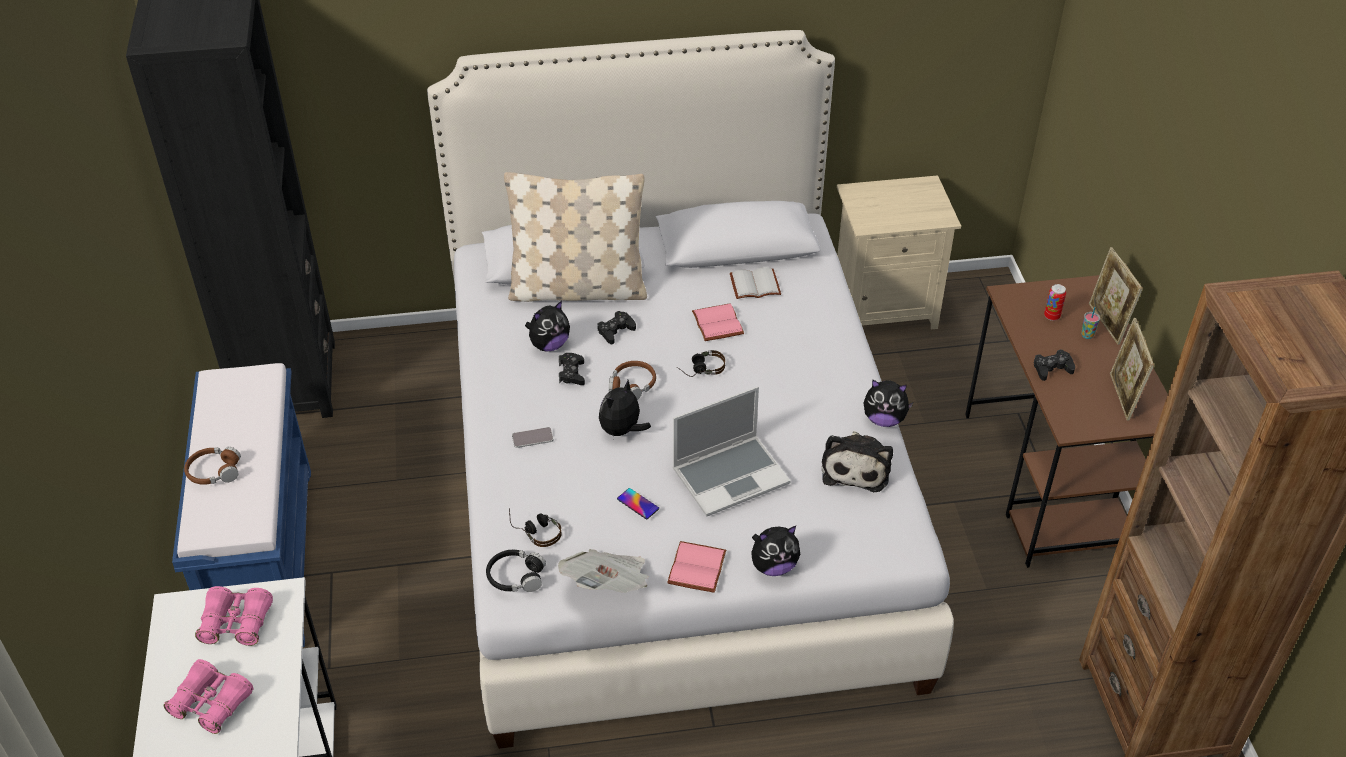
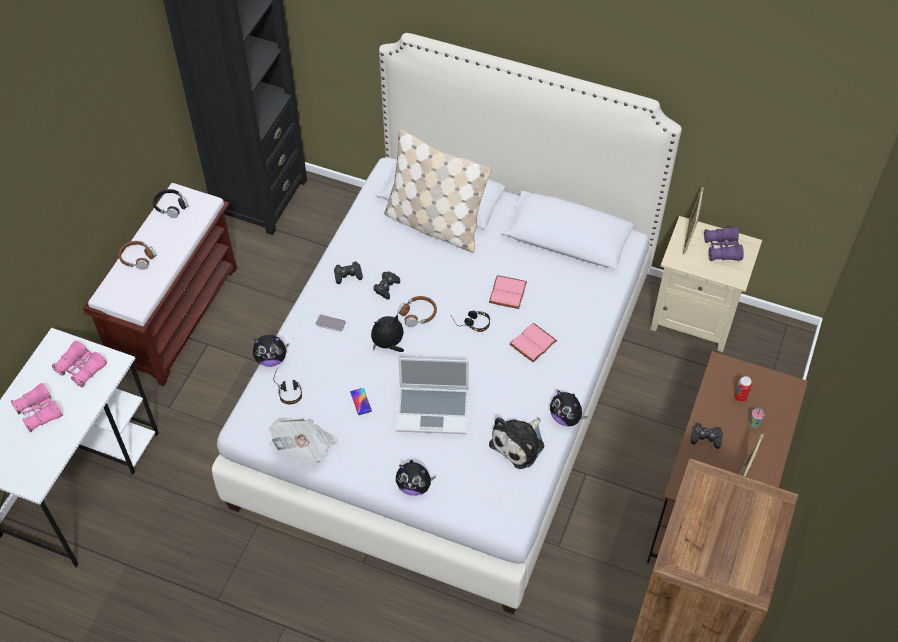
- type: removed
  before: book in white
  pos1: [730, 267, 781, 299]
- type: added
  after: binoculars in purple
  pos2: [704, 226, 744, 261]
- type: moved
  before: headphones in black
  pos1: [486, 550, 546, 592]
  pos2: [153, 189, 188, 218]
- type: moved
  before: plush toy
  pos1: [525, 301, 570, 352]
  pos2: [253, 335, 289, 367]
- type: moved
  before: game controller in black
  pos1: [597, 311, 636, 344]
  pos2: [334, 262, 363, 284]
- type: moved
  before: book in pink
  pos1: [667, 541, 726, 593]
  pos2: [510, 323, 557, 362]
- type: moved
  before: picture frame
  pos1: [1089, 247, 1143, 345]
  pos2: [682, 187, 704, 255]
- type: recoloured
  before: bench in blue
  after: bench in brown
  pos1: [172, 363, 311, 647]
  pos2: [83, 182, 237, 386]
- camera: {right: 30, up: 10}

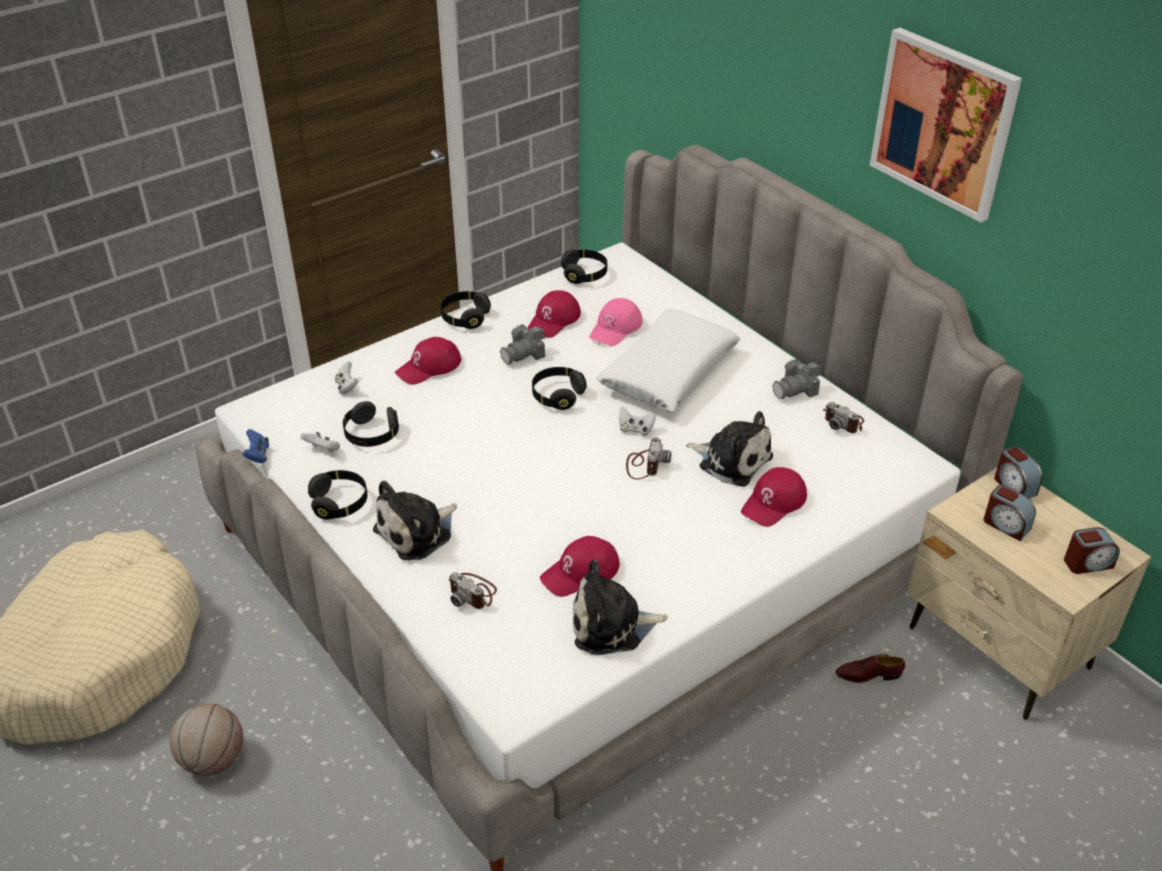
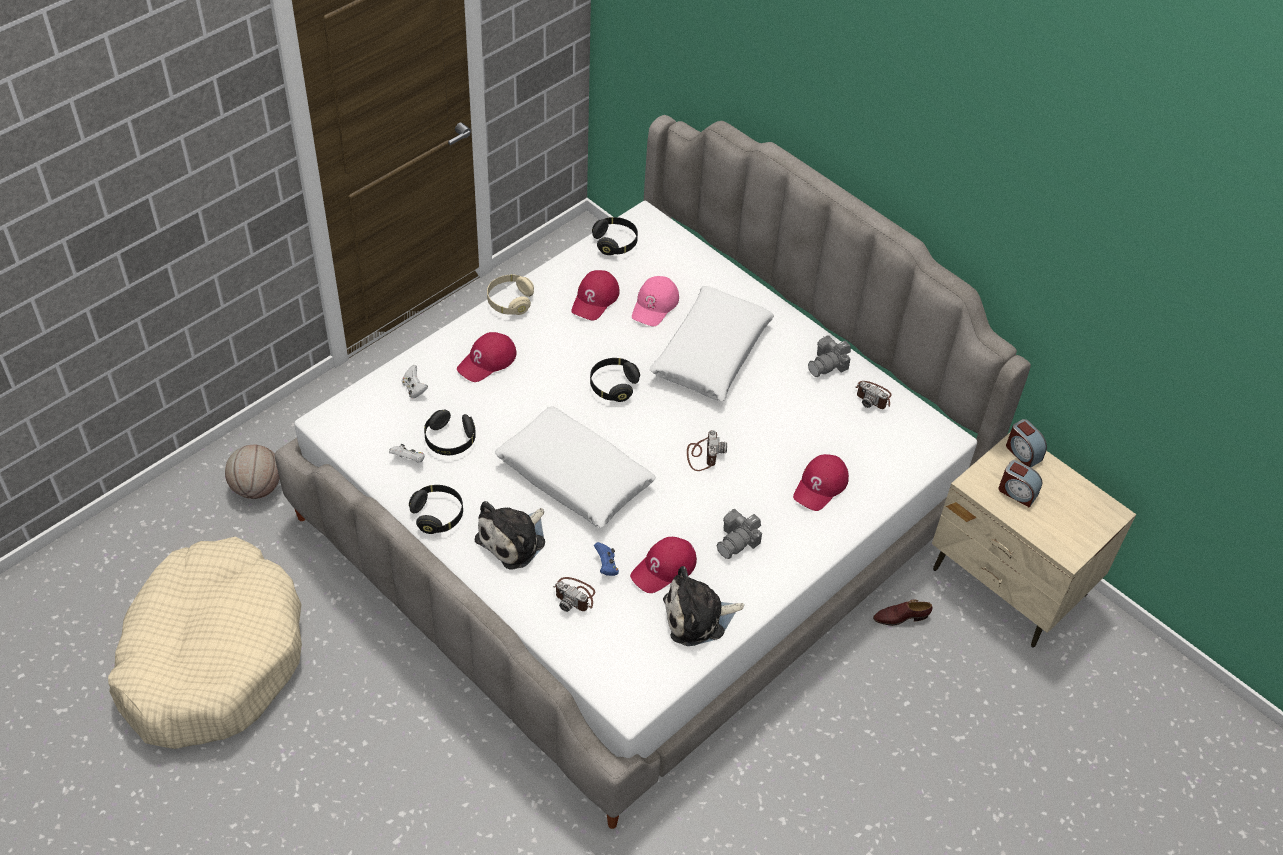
- type: removed
  before: game controller in white
  pos1: [619, 407, 656, 436]
- type: removed
  before: plush toy
  pos1: [686, 411, 773, 487]
- type: removed
  before: picture
  pos1: [870, 28, 1022, 222]
- type: removed
  before: alarm clock
  pos1: [1064, 527, 1120, 574]
- type: added
  after: pillow in white
  pos2: [495, 406, 656, 528]
- type: moved
  before: basketball
  pos1: [170, 704, 243, 776]
  pos2: [225, 444, 280, 499]
- type: moved
  before: game controller in blue
  pos1: [242, 429, 269, 463]
  pos2: [594, 542, 619, 576]
- type: moved
  before: photo camera
  pos1: [500, 324, 545, 364]
  pos2: [717, 509, 762, 559]
- type: recoloured
  before: headphones in black
  after: headphones in beige
  pos1: [441, 291, 491, 329]
  pos2: [487, 275, 534, 315]
- camera: {right: -10, up: 10}

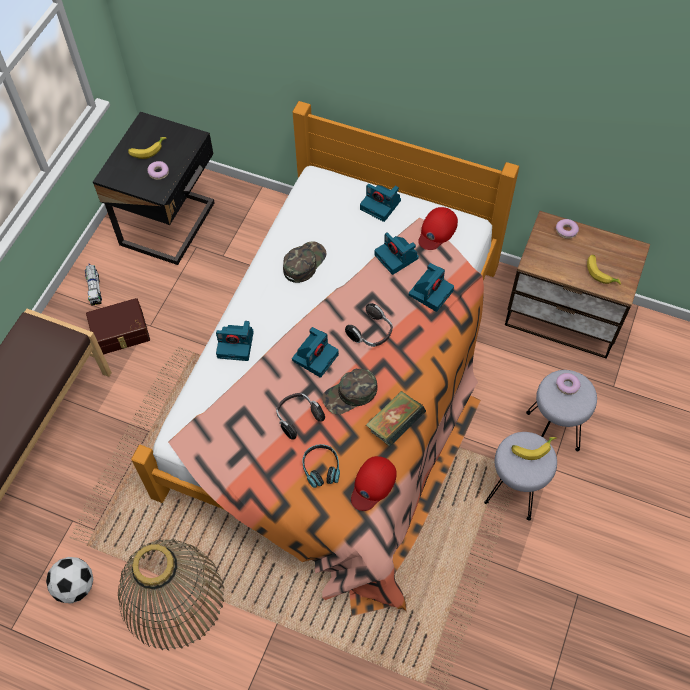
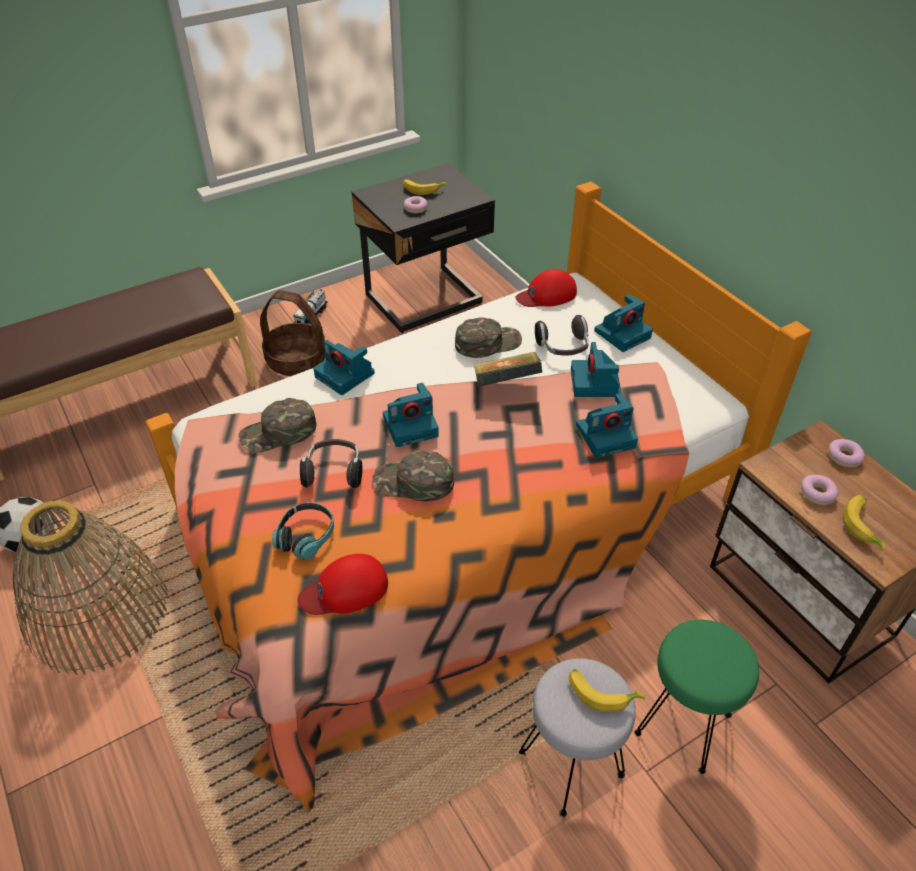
- type: added
  after: cap in green
  pos2: [239, 398, 316, 453]
- type: moved
  before: headphones
  pos1: [345, 303, 393, 347]
  pos2: [535, 315, 589, 355]
- type: moved
  before: book
  pos1: [366, 391, 426, 447]
  pos2: [474, 352, 542, 387]
- type: moved
  before: cap in red
  pos1: [418, 207, 458, 250]
  pos2: [515, 269, 577, 307]
- type: moved
  before: donut
  pos1: [556, 373, 580, 395]
  pos2: [801, 475, 839, 505]
- type: replaced
  before: storage box in brown
  after: basket
  pos1: [86, 298, 150, 355]
  pos2: [260, 290, 325, 376]
- type: recoloured
  before: stool in grey
  after: stool in green
  pos1: [526, 370, 597, 451]
  pos2: [635, 620, 759, 774]
- type: turned
  before: photo camera
  pos1: [360, 184, 401, 222]
  pos2: [594, 294, 653, 352]
  turn: -105
- camera: {right: 35, up: -15}

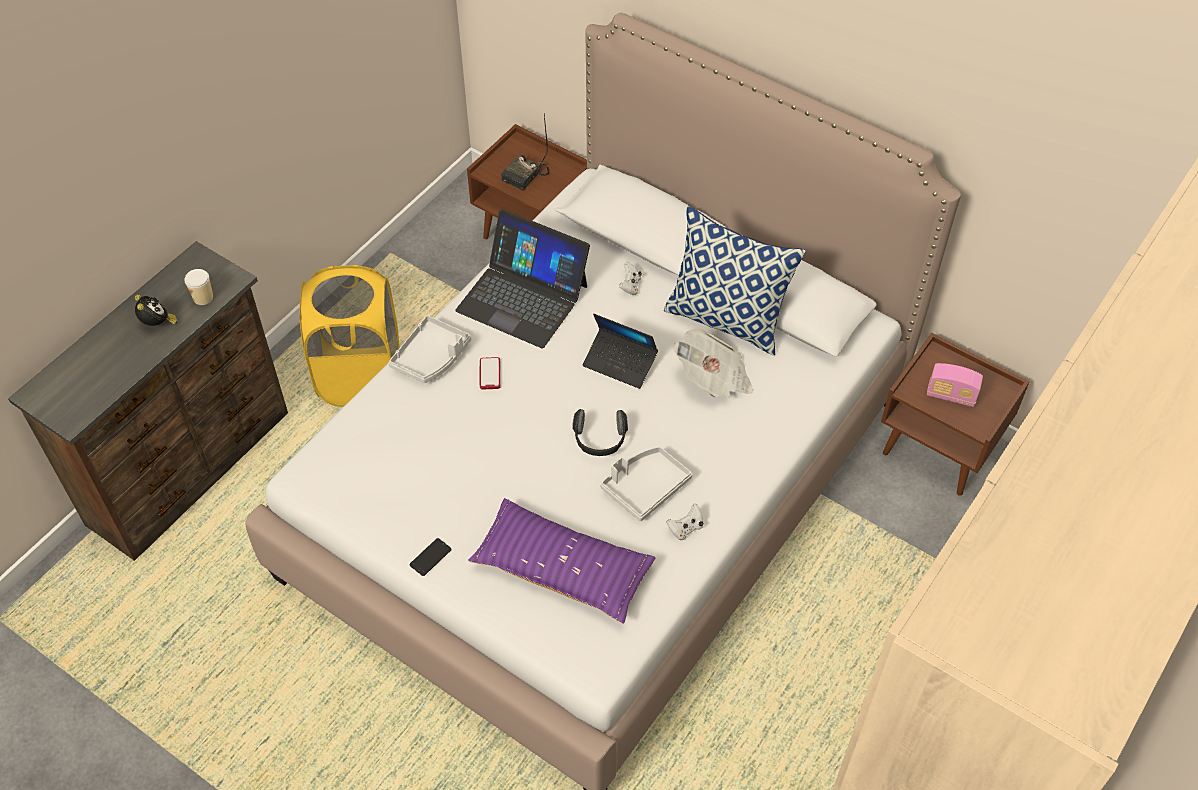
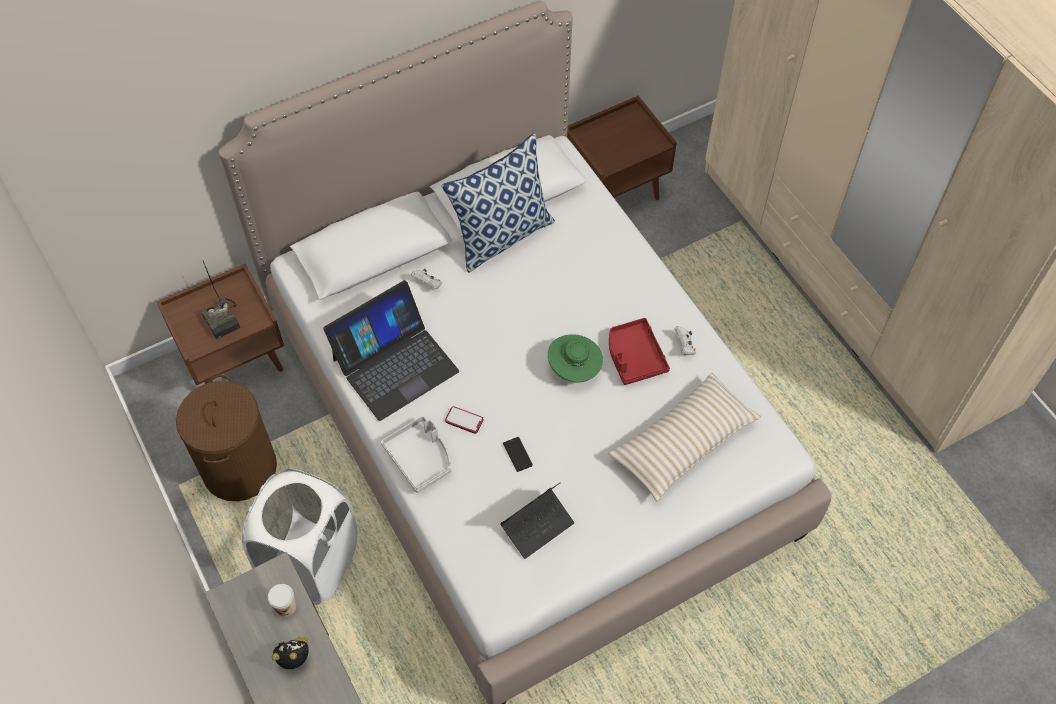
- type: removed
  before: newspaper
  pos1: [674, 329, 754, 398]
- type: removed
  before: radio
  pos1: [927, 363, 983, 407]
- type: added
  after: laundry basket in brown
  pos2: [176, 375, 277, 501]
- type: moved
  before: phone
  pos1: [409, 538, 452, 576]
  pos2: [503, 437, 533, 472]
- type: moved
  before: laptop
  pos1: [583, 314, 658, 389]
  pos2: [500, 482, 574, 559]
- type: replaced
  before: headphones
  after: hat in green
  pos1: [572, 409, 628, 456]
  pos2: [548, 334, 603, 383]
- type: recoloured
  before: laundry basket in yellow
  after: laundry basket in white
  pos1: [300, 265, 400, 407]
  pos2: [242, 468, 358, 605]
- type: recoloured
  before: pillow in purple
  after: pillow in beige
  pos1: [468, 498, 655, 624]
  pos2: [608, 373, 761, 502]
- type: recoloured
  before: tray in grey
  after: tray in red
  pos1: [600, 447, 692, 521]
  pos2: [609, 318, 670, 385]
- camera: {right: -65, up: 5}

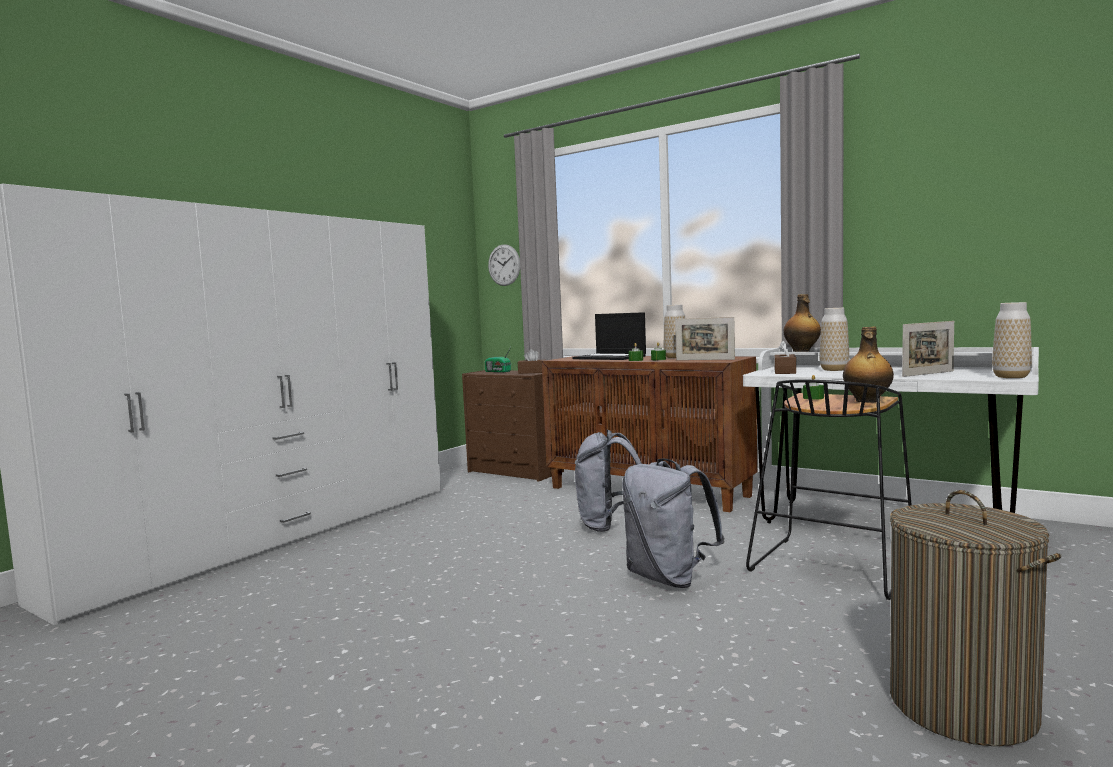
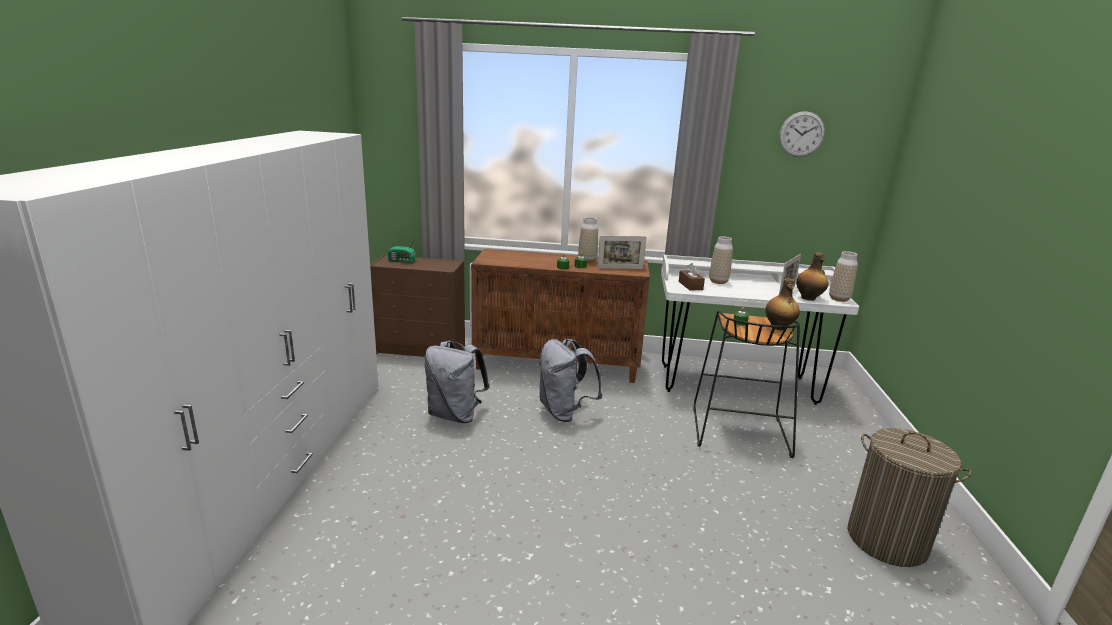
- type: removed
  before: tissue box in brown
  pos1: [518, 349, 545, 374]
- type: removed
  before: laptop
  pos1: [572, 312, 646, 360]
- type: moved
  before: wall clock
  pos1: [488, 244, 520, 286]
  pos2: [779, 111, 825, 157]
- type: moved
  before: backpack in grey
  pos1: [622, 459, 724, 588]
  pos2: [424, 341, 490, 423]
- type: moved
  before: bottle
  pos1: [783, 294, 821, 352]
  pos2: [796, 252, 828, 301]
- camera: {right: -30, up: 15}

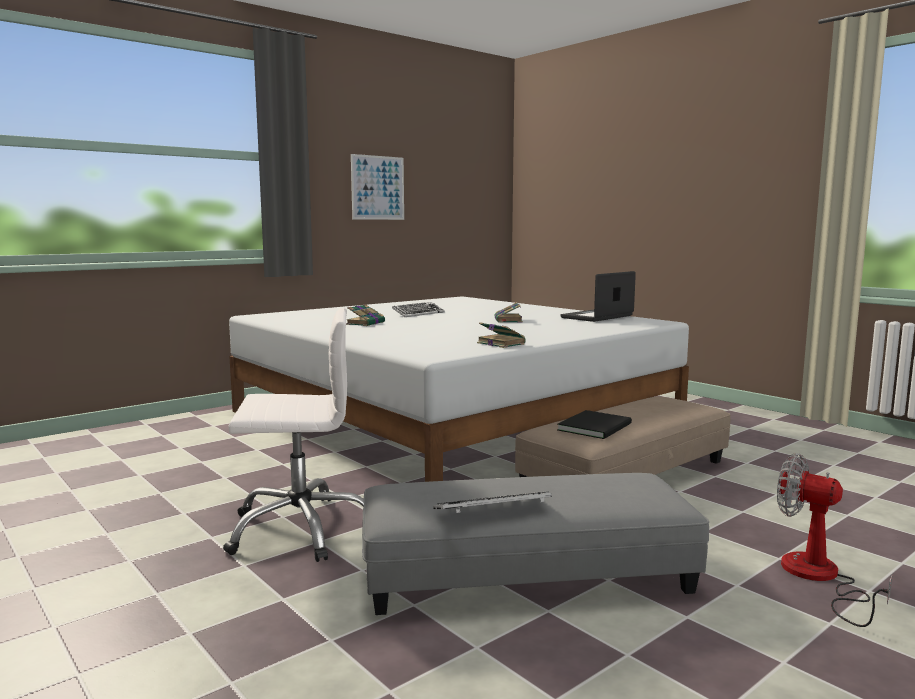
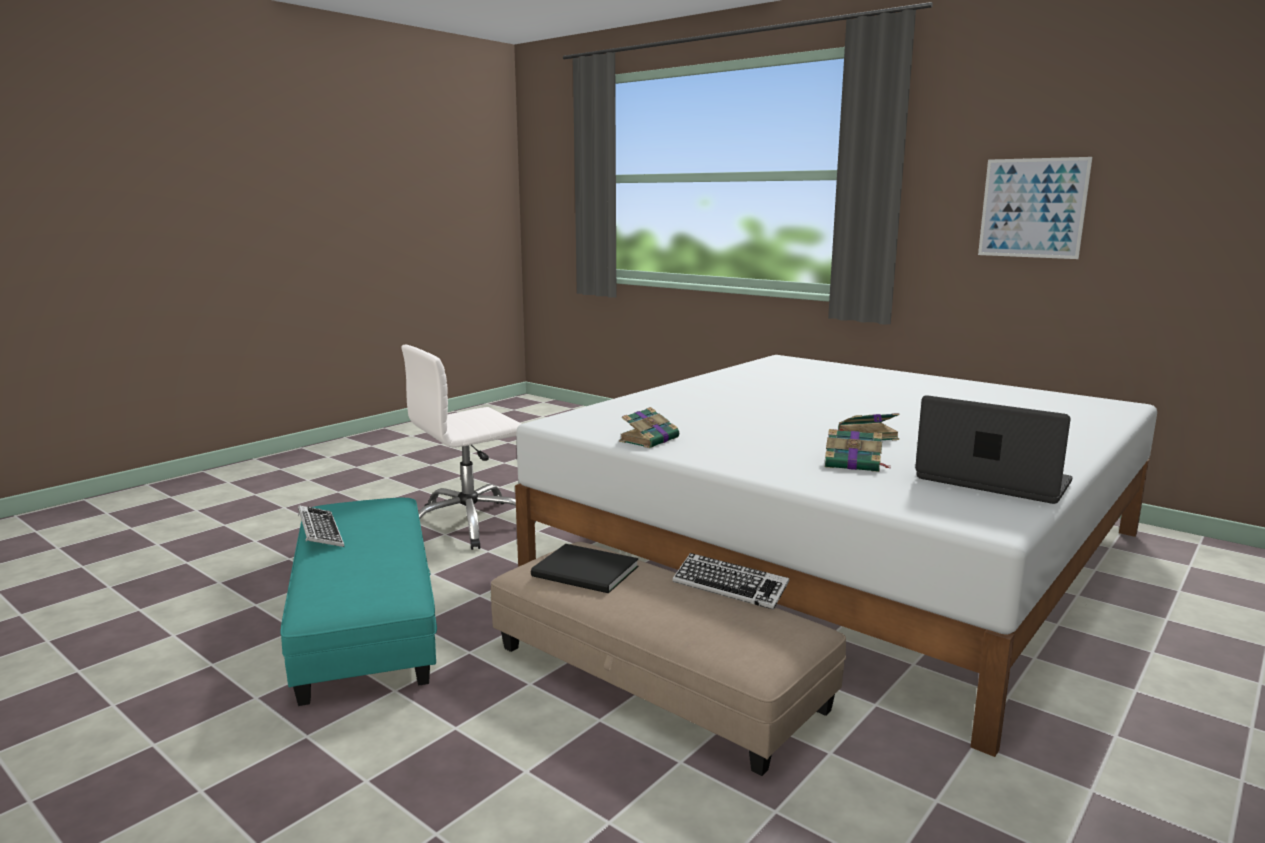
- type: removed
  before: fan
  pos1: [777, 453, 892, 627]
- type: moved
  before: book
  pos1: [346, 304, 385, 326]
  pos2: [825, 429, 890, 472]
- type: moved
  before: keyboard
  pos1: [392, 302, 445, 317]
  pos2: [673, 553, 790, 610]
- type: recoloured
  before: ottoman in grey
  after: ottoman in turquoise
  pos1: [362, 473, 709, 615]
  pos2: [280, 498, 437, 706]
- type: turned
  before: office chair in white
  pos1: [223, 308, 364, 562]
  pos2: [401, 345, 536, 550]
  turn: 75
- camera: {right: 80, up: 5}

